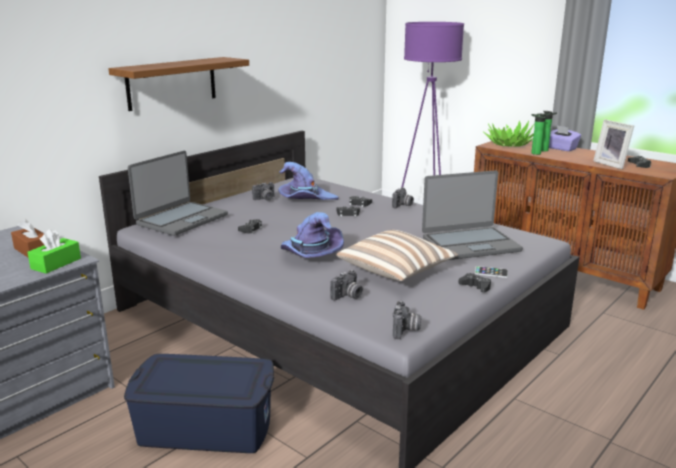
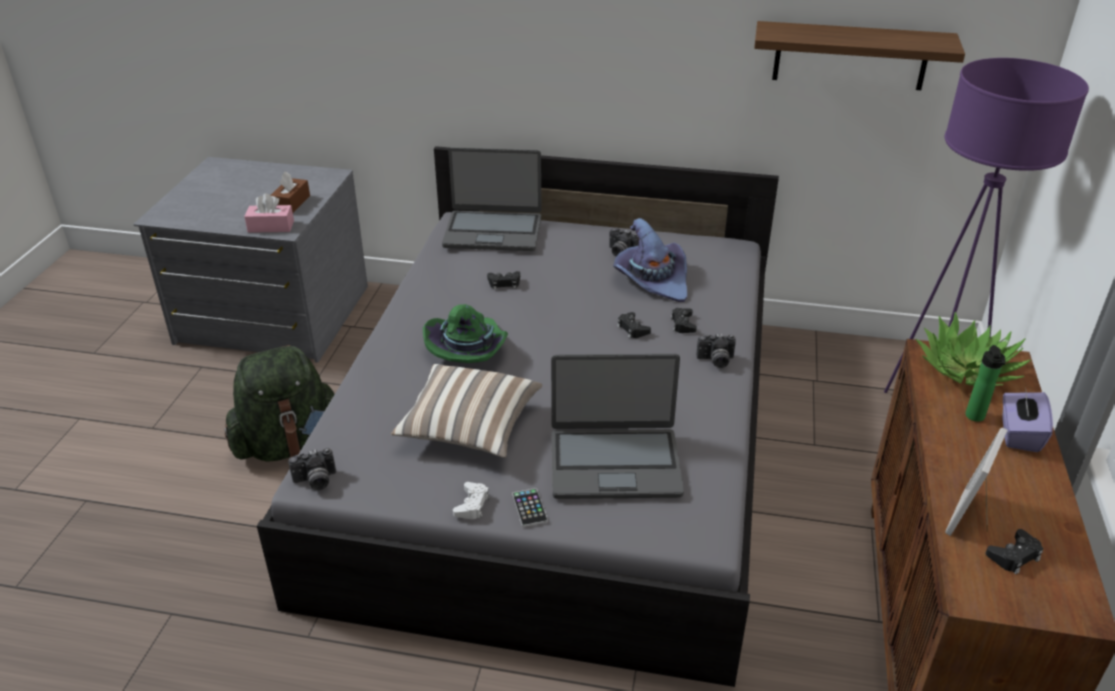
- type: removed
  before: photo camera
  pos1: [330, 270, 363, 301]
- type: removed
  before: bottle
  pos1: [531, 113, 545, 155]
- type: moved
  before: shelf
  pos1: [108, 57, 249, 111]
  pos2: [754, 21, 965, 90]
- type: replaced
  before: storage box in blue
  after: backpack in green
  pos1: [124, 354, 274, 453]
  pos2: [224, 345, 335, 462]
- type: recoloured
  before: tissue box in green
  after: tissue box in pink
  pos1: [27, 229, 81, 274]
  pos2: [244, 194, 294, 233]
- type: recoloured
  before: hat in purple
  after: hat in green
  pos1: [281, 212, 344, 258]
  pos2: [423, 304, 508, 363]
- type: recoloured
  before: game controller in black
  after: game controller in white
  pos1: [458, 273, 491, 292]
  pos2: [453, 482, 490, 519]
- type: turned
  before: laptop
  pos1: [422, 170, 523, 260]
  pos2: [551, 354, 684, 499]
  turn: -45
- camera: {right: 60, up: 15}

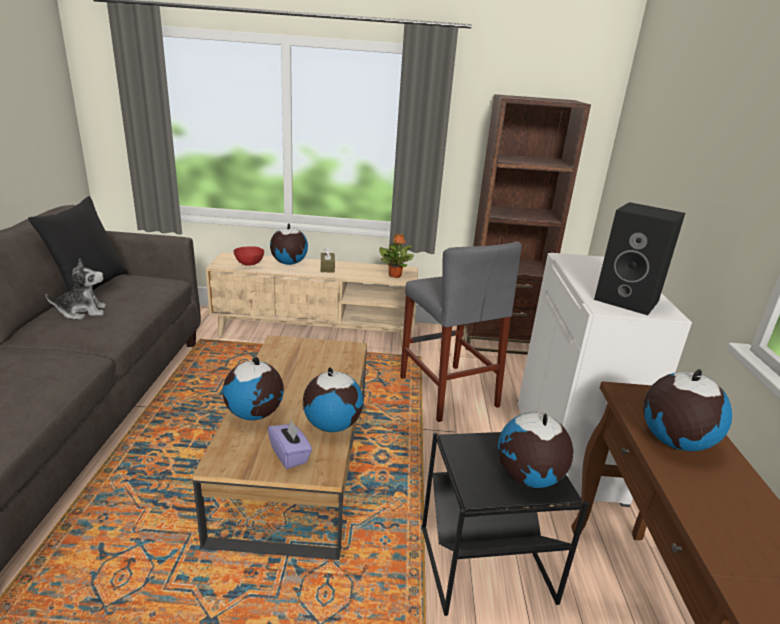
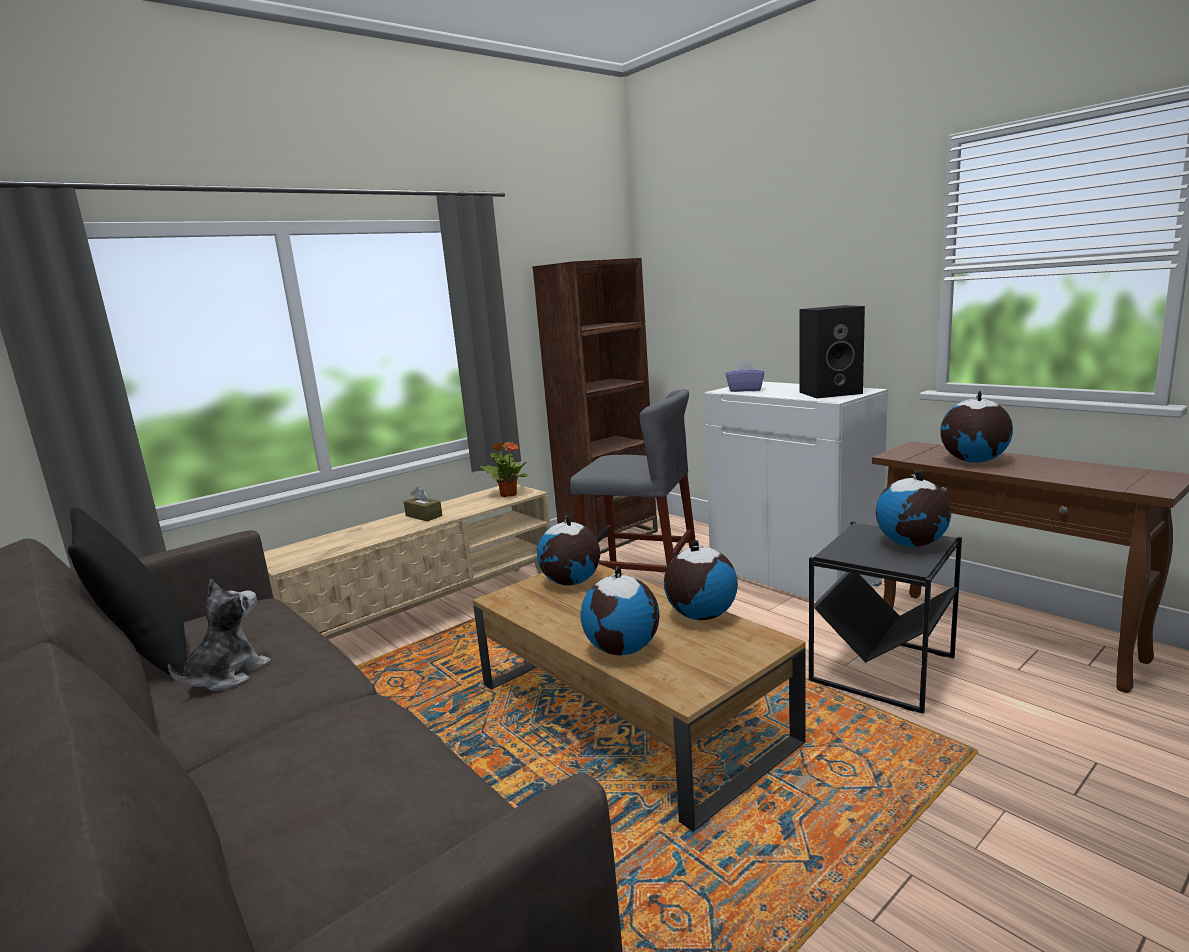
- type: removed
  before: bowl in red
  pos1: [233, 246, 264, 266]
- type: moved
  before: tissue box in purple
  pos1: [268, 420, 312, 469]
  pos2: [726, 360, 764, 392]
- type: moved
  before: globe
  pos1: [270, 223, 308, 265]
  pos2: [537, 516, 600, 586]
- camera: {right: -40, up: -10}

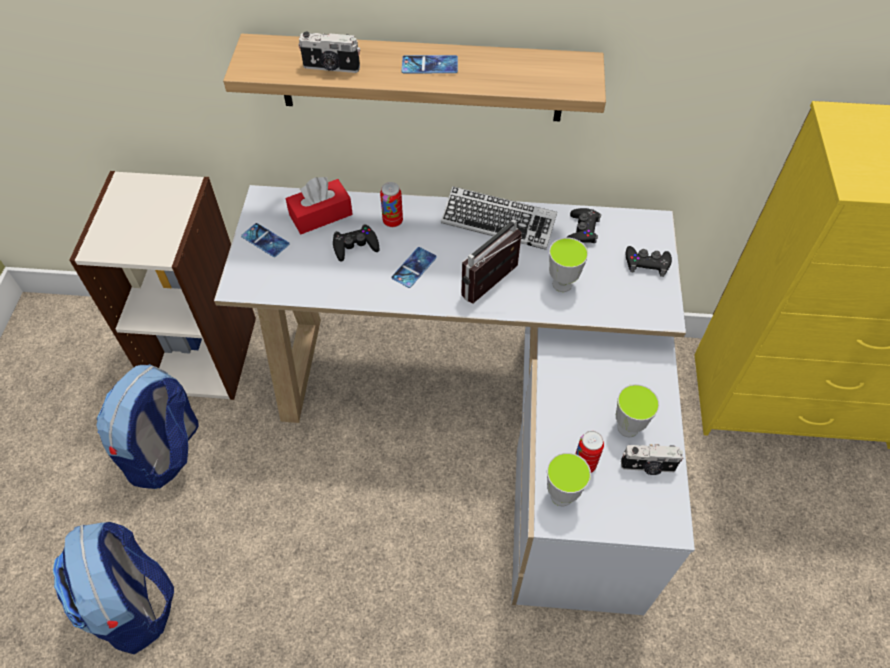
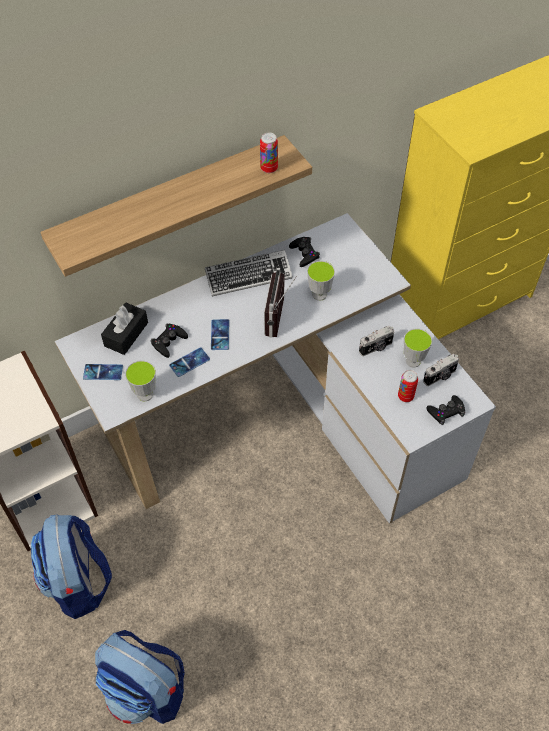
- type: moved
  before: photo camera
  pos1: [298, 32, 360, 73]
  pos2: [359, 326, 395, 356]
- type: moved
  before: can
  pos1: [380, 182, 403, 227]
  pos2: [260, 132, 278, 173]
- type: moved
  before: phone
  pos1: [402, 55, 458, 73]
  pos2: [169, 347, 210, 377]
- type: moved
  before: cup
  pos1: [547, 453, 591, 506]
  pos2: [125, 360, 156, 401]
- type: moved
  before: game controller in black
  pos1: [626, 246, 672, 277]
  pos2: [426, 395, 465, 425]
- type: recoloured
  before: tissue box in red
  after: tissue box in black
  pos1: [286, 177, 353, 234]
  pos2: [101, 302, 148, 355]
- camera: {right: -35, up: 0}

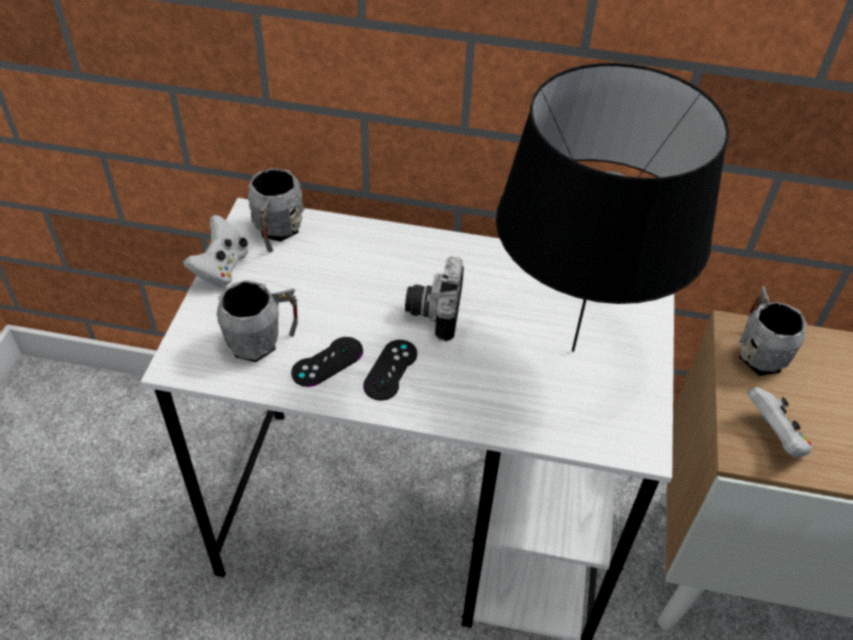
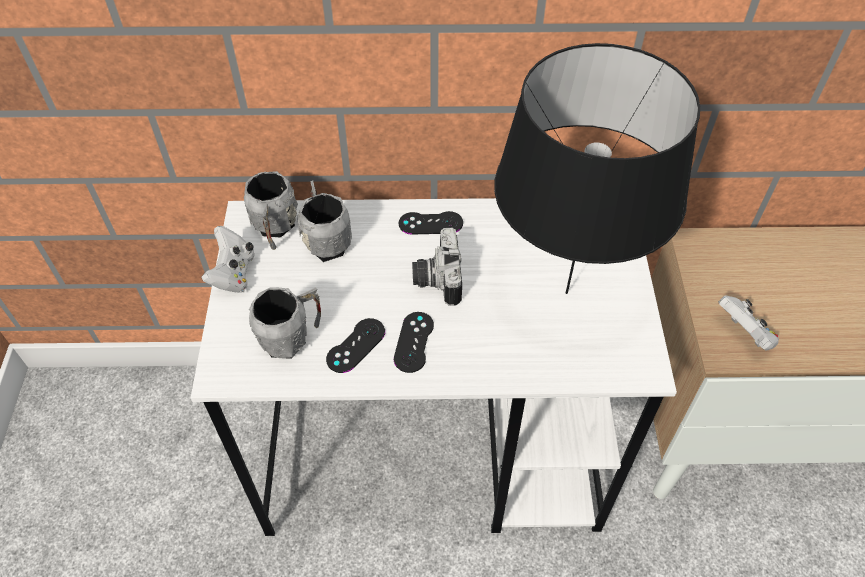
- type: added
  after: game controller in black
  pos2: [399, 211, 463, 235]
- type: moved
  before: mug in grey
  pos1: [739, 286, 807, 376]
  pos2: [297, 181, 352, 262]
- camera: {right: -10, up: 5}

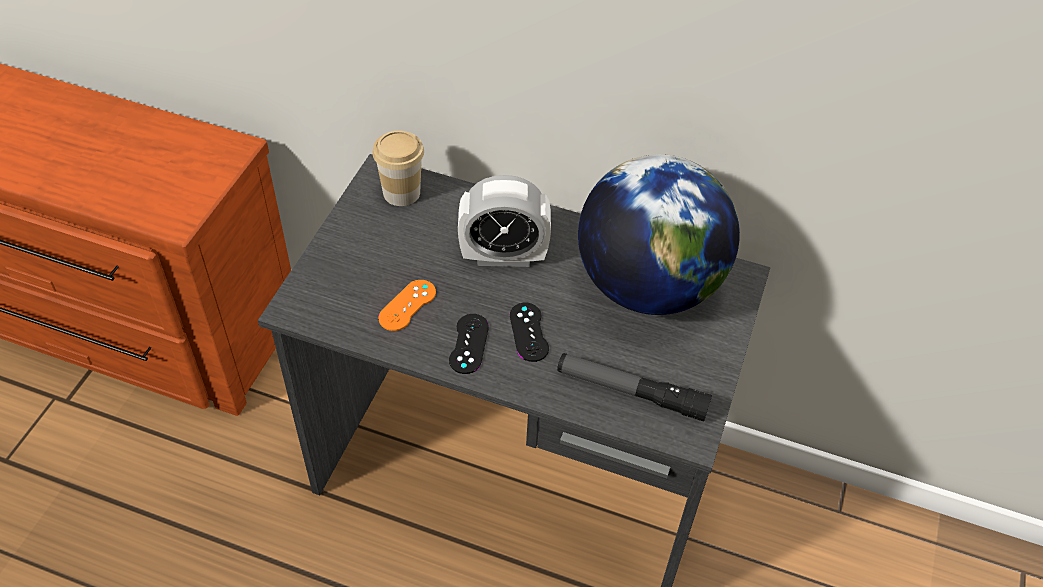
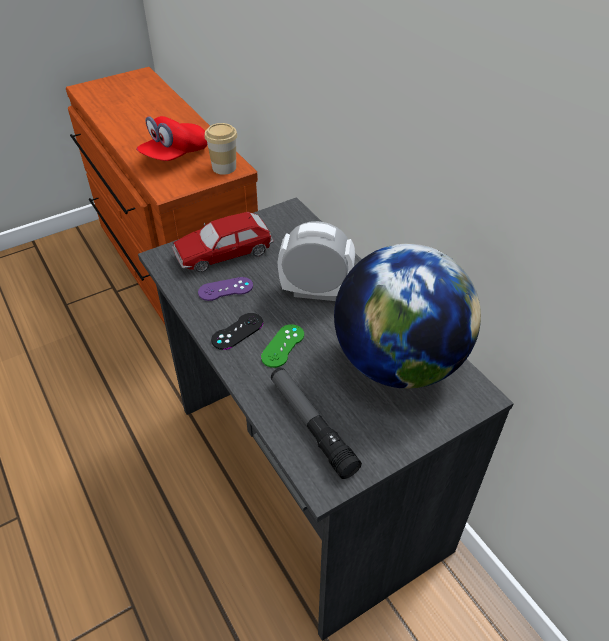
- type: added
  after: cap in red
  pos2: [136, 116, 207, 161]
- type: added
  after: toy car
  pos2: [172, 212, 274, 272]
- type: moved
  before: cup
  pos1: [373, 130, 424, 206]
  pos2: [204, 123, 238, 175]
- type: recoloured
  before: game controller in orange
  after: game controller in purple
  pos1: [378, 280, 436, 331]
  pos2: [198, 277, 253, 301]
- type: recoloured
  before: game controller in black
  after: game controller in green
  pos1: [510, 303, 549, 362]
  pos2: [261, 324, 304, 368]
- type: turned
  before: alarm clock
  pos1: [458, 175, 551, 267]
  pos2: [278, 221, 355, 301]
  turn: 150
- camera: {right: 40, up: -5}

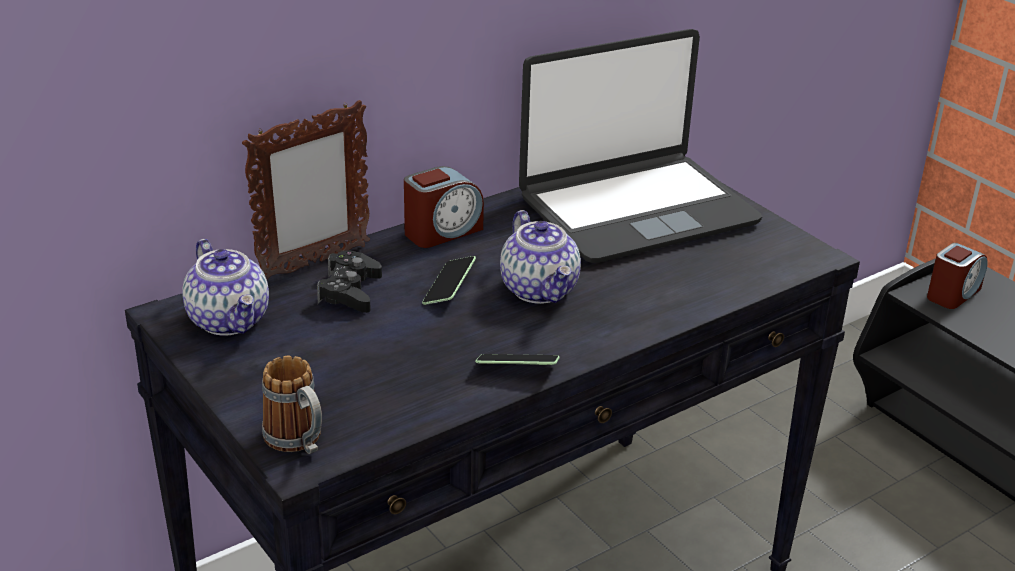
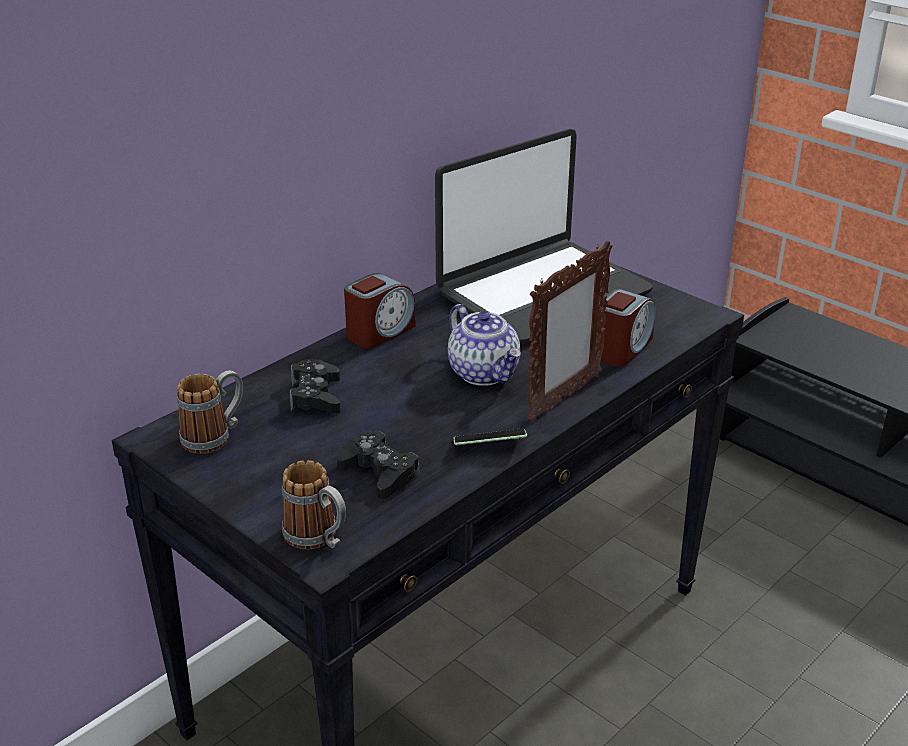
- type: removed
  before: phone
  pos1: [422, 256, 476, 305]
- type: added
  after: game controller in black
  pos2: [337, 431, 419, 499]
- type: moved
  before: picture frame
  pos1: [242, 100, 370, 279]
  pos2: [527, 241, 612, 423]
- type: moved
  before: alarm clock
  pos1: [927, 243, 988, 309]
  pos2: [597, 289, 656, 367]
- type: replaced
  before: teapot
  after: mug
  pos1: [182, 239, 269, 336]
  pos2: [177, 370, 243, 454]
- camera: {right: -10, up: 0}

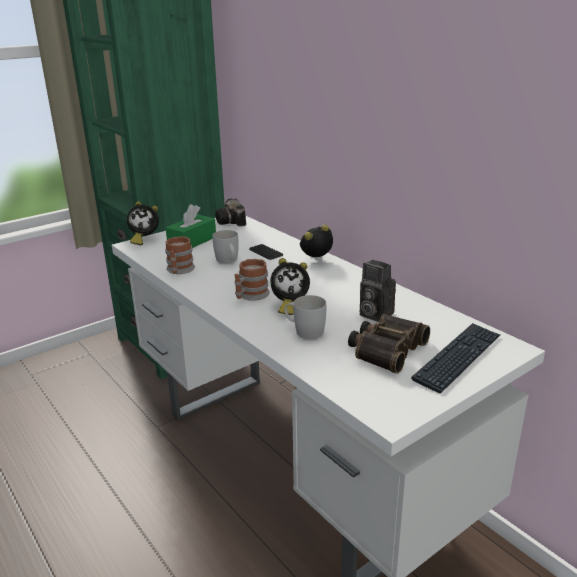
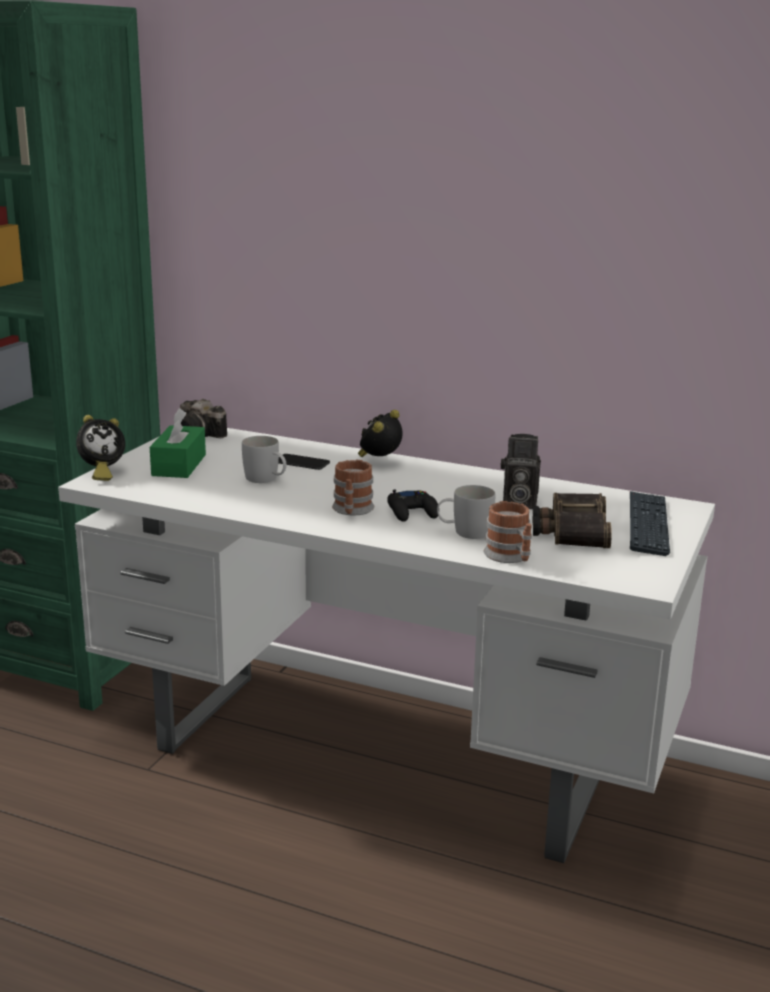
- type: moved
  before: mug
  pos1: [165, 236, 195, 274]
  pos2: [484, 501, 532, 563]
- type: replaced
  before: alarm clock
  after: game controller in black
  pos1: [270, 258, 310, 315]
  pos2: [387, 489, 438, 522]
- camera: {right: -30, up: -5}

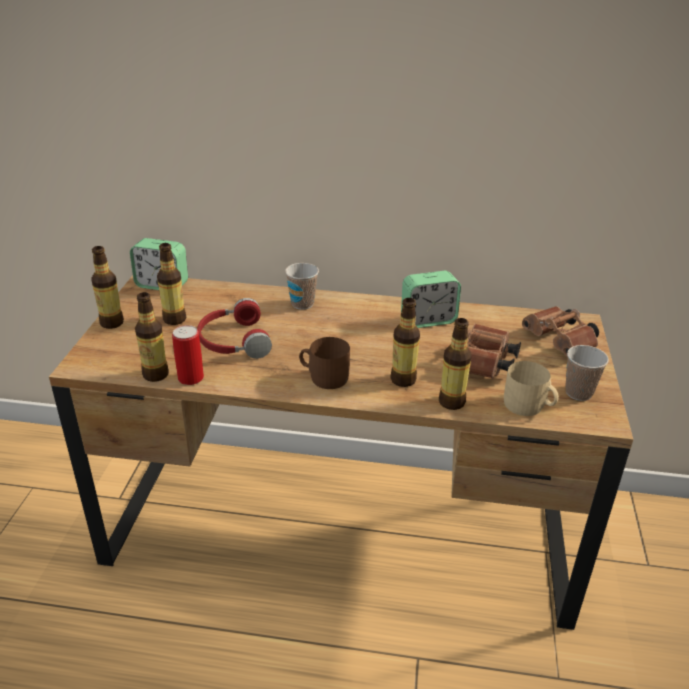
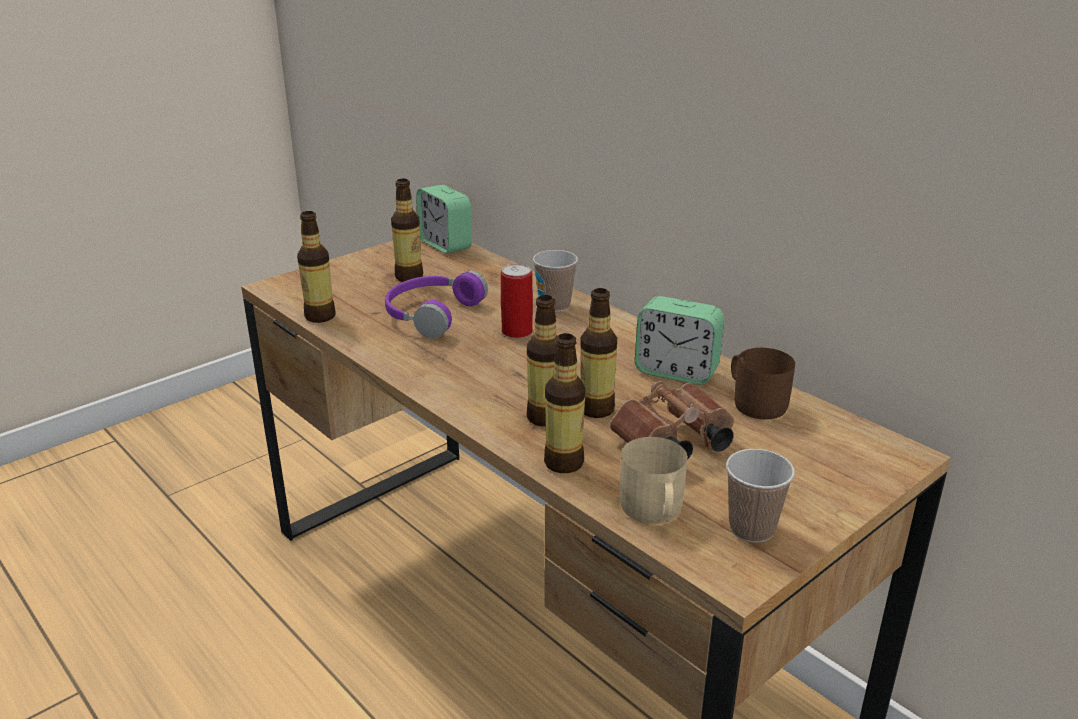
- type: removed
  before: binoculars in brown
  pos1: [522, 306, 599, 357]
- type: moved
  before: bottle
  pos1: [91, 246, 124, 329]
  pos2: [580, 288, 617, 418]
- type: moved
  before: can
  pos1: [172, 325, 204, 385]
  pos2: [501, 264, 533, 338]
- type: moved
  before: mug in brown
  pos1: [299, 337, 350, 389]
  pos2: [731, 348, 795, 420]
- type: recoloured
  before: headphones in red
  after: headphones in purple
  pos1: [197, 298, 272, 359]
  pos2: [385, 270, 488, 338]
- camera: {right: 40, up: -5}

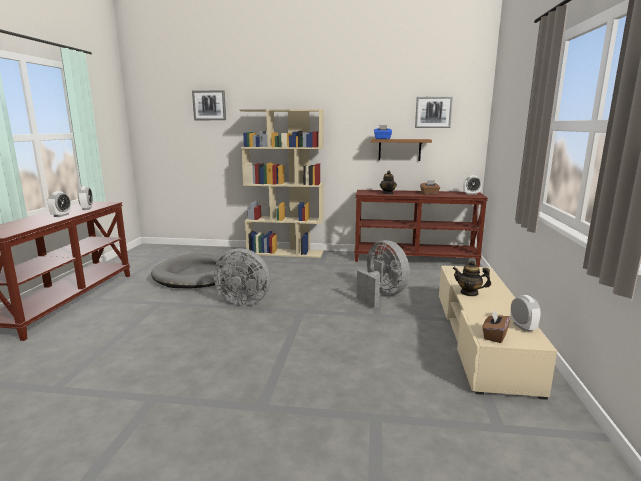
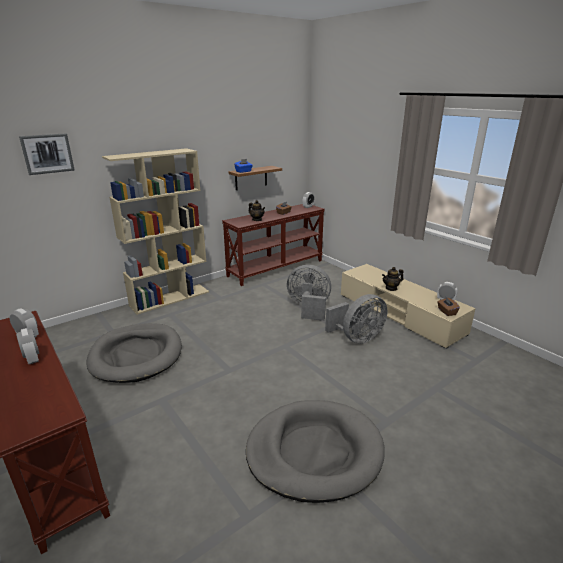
- type: removed
  before: picture
  pos1: [415, 96, 453, 128]
- type: added
  after: dog bed in grey
  pos2: [246, 400, 385, 503]
- type: moved
  before: fan in grey
  pos1: [214, 248, 271, 306]
  pos2: [325, 294, 387, 344]
- camera: {right: -45, up: 10}

